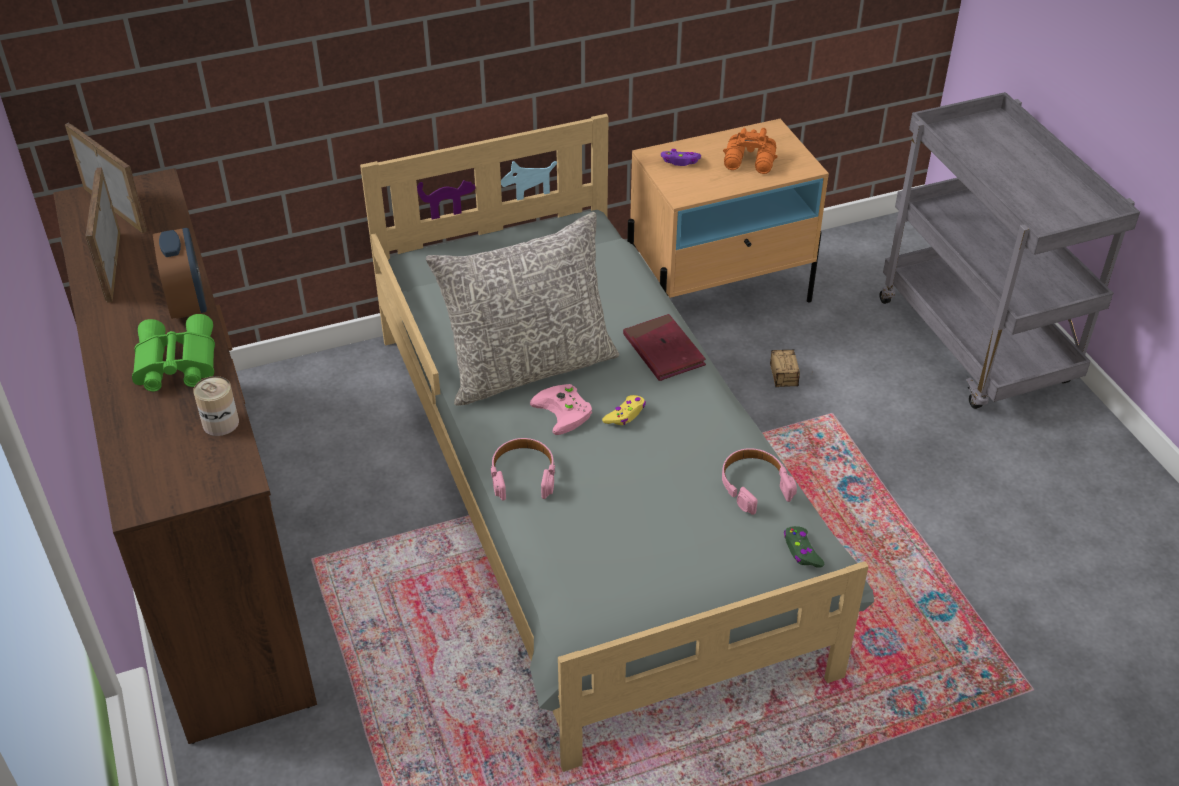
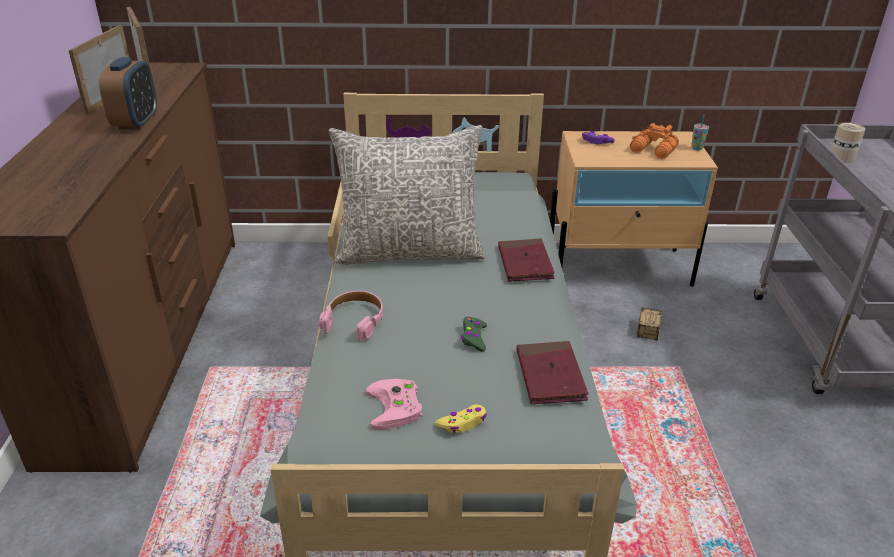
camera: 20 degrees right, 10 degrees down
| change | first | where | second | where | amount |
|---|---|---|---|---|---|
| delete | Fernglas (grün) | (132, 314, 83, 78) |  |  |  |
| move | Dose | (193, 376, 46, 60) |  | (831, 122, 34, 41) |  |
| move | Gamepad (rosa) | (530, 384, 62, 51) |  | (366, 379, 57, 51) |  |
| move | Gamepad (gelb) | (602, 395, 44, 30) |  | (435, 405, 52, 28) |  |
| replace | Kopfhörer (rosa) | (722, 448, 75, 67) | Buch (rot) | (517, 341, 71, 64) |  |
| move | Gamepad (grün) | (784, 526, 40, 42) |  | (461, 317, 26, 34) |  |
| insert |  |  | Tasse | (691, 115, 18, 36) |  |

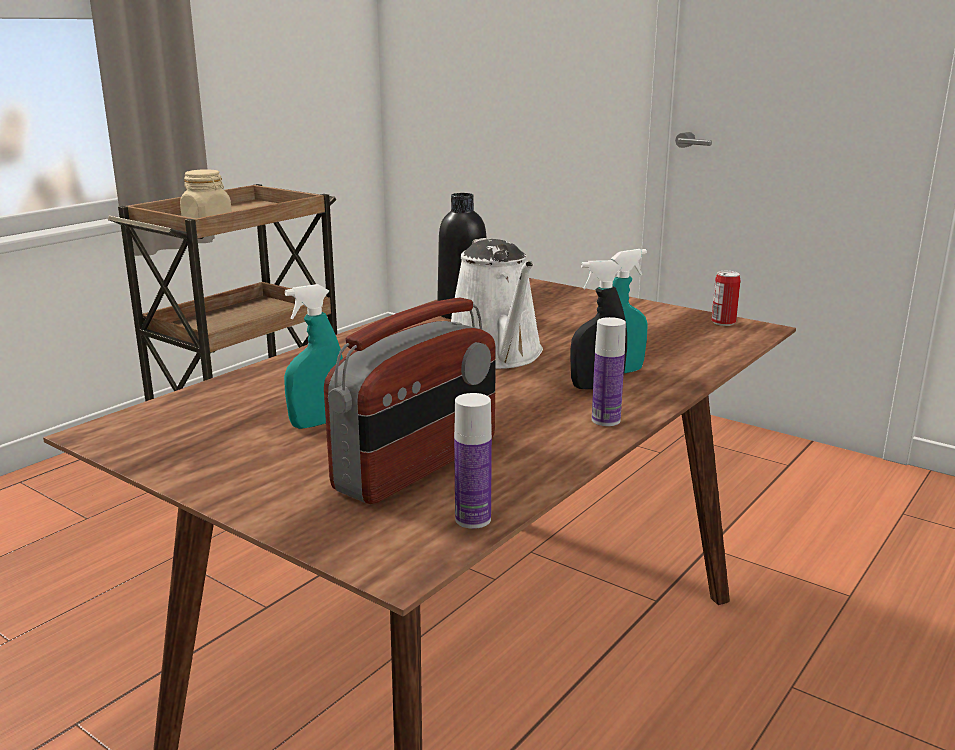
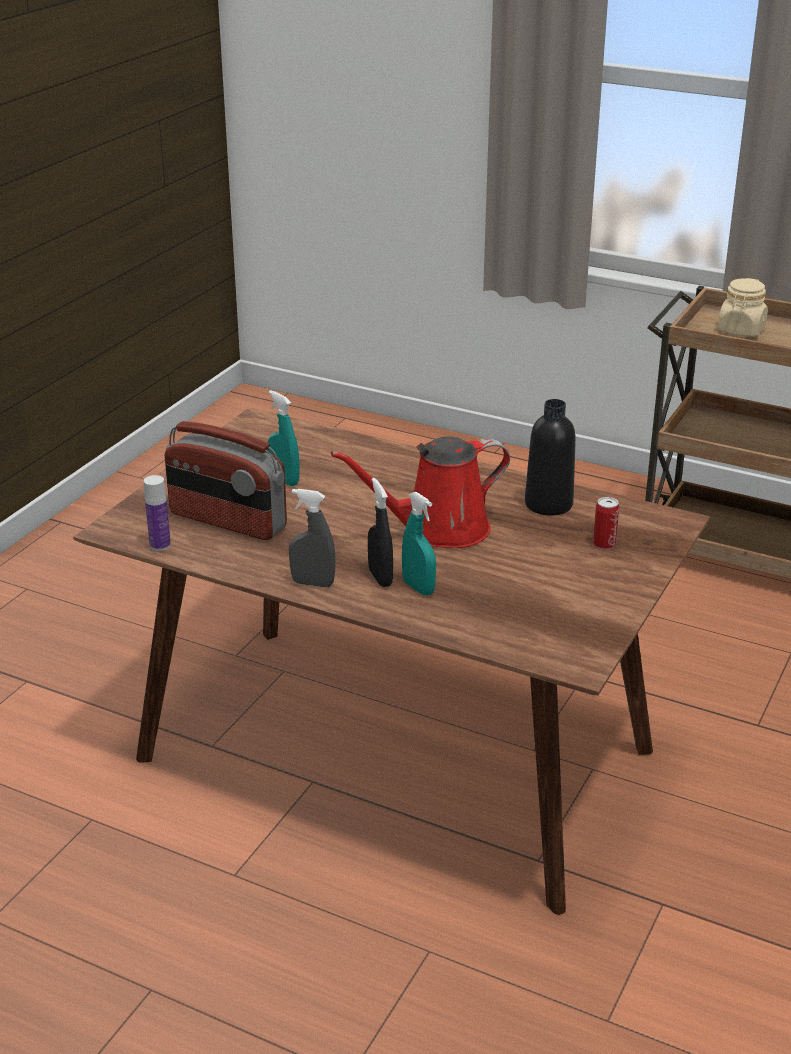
camera: 80 degrees right, 10 degrees up
| change | first | where | second | where | amount |
|---|---|---|---|---|---|
| recolor | Gießkanne (weiß) | (451, 238, 92, 131) | Gießkanne (rot) | (331, 436, 179, 112) |  |
| move | Dose | (711, 271, 29, 55) |  | (593, 497, 26, 53) |  |
| replace | Flasche | (592, 317, 34, 109) | Sprühflasche (grau) | (289, 489, 47, 98) |  |

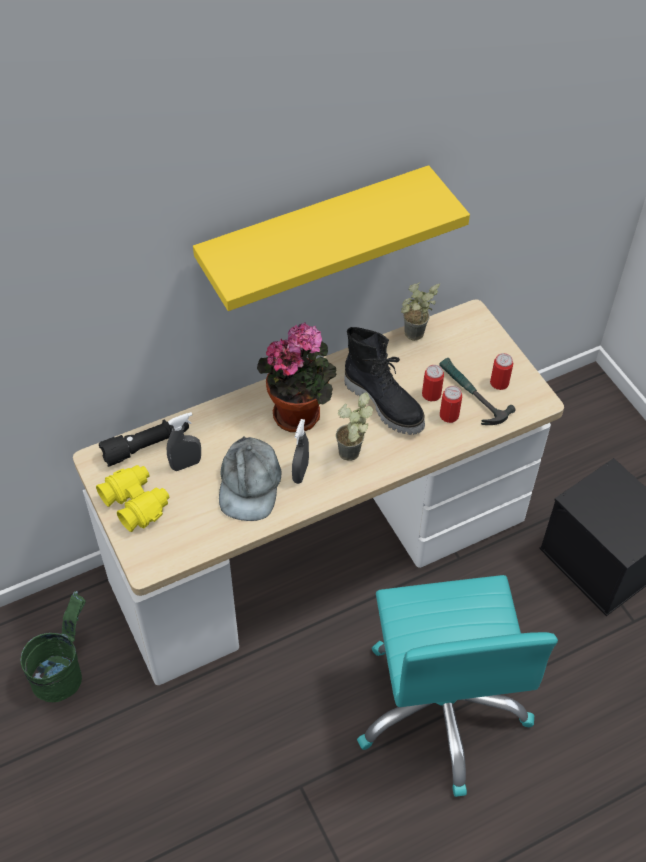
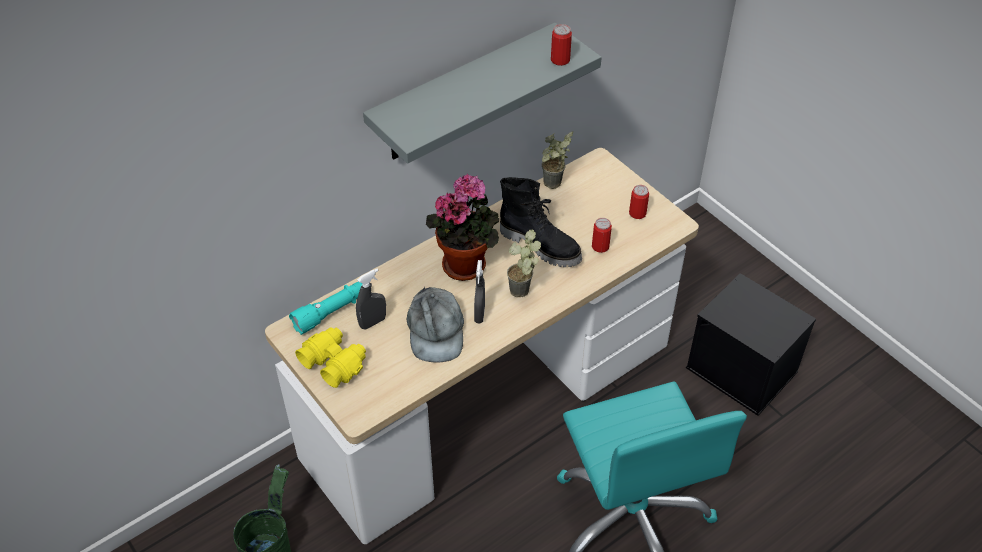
camera: 10 degrees left, 5 degrees down
| change | first | where | second | where | amount |
|---|---|---|---|---|---|
| recolor | Wandregal (gelb) | (193, 165, 277, 146) | Wandregal (grau) | (363, 23, 239, 141) |  |
| delete | Hammer | (439, 358, 77, 67) |  |  |  |
| move | Dose | (422, 365, 22, 36) |  | (551, 24, 21, 42) |  |
| recolor | Taschenlampe (schwarz) | (99, 419, 90, 48) | Taschenlampe (türkis) | (289, 282, 73, 53) |  |

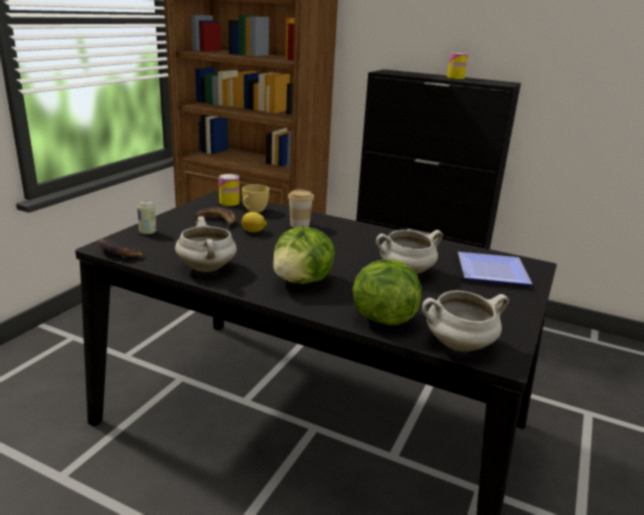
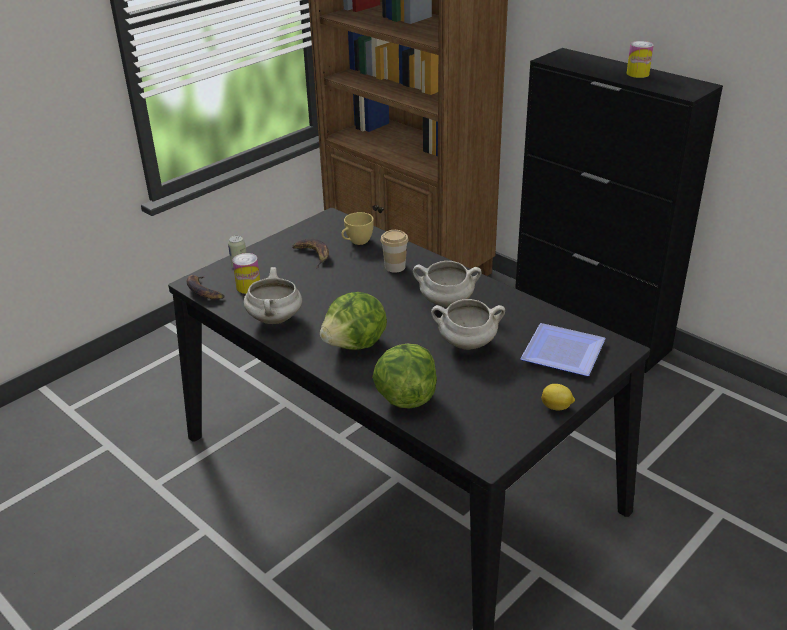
camera: 20 degrees right, 10 degrees up
| change | first | where | second | where | amount |
|---|---|---|---|---|---|
| move | Dose | (219, 174, 21, 32) |  | (232, 253, 28, 41) |  |
| move | Zitrone | (242, 212, 25, 20) |  | (541, 384, 34, 26) |  |
| move | Kochtopf (weiß) | (422, 290, 87, 62) |  | (413, 261, 69, 46) |  |

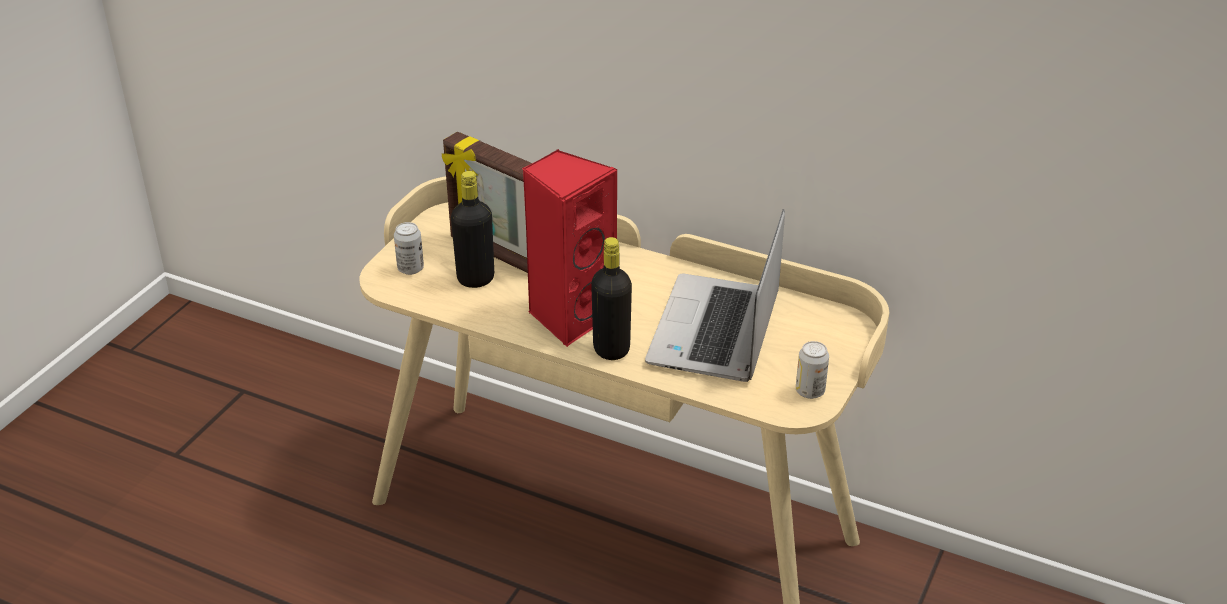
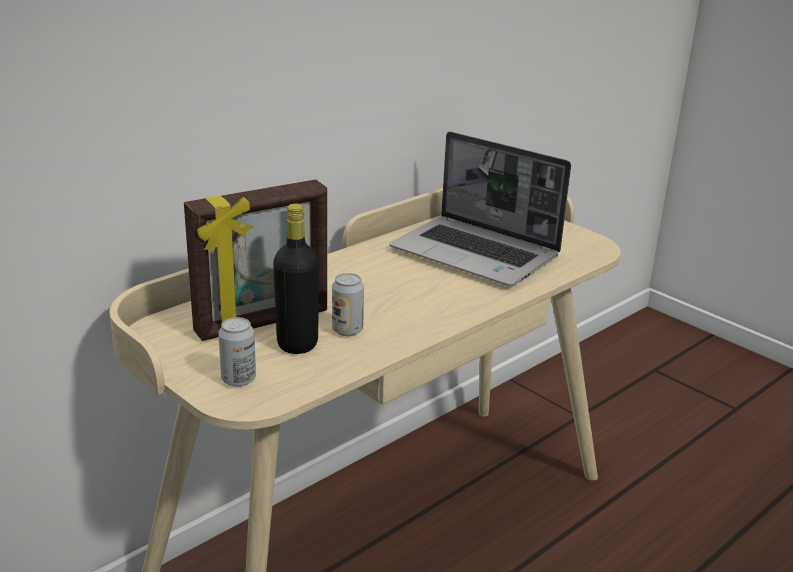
camera: 70 degrees left, 10 degrees down
| change | first | where | second | where | amount |
|---|---|---|---|---|---|
| delete | Lautsprecher (rot) | (522, 149, 96, 198) |  |  |  |
| delete | Flasche (schwarz) | (591, 237, 41, 123) |  |  |  |
| move | Dose | (796, 341, 33, 58) |  | (332, 273, 32, 63) |  |

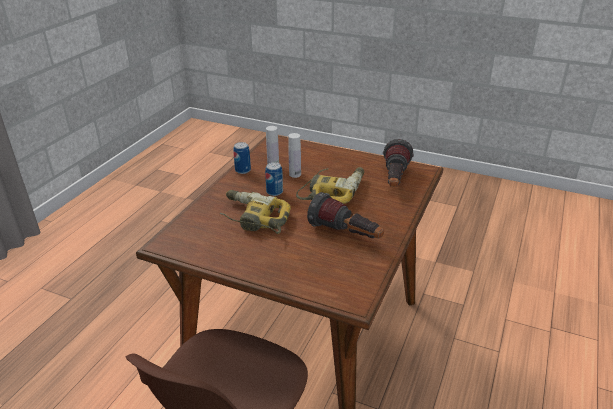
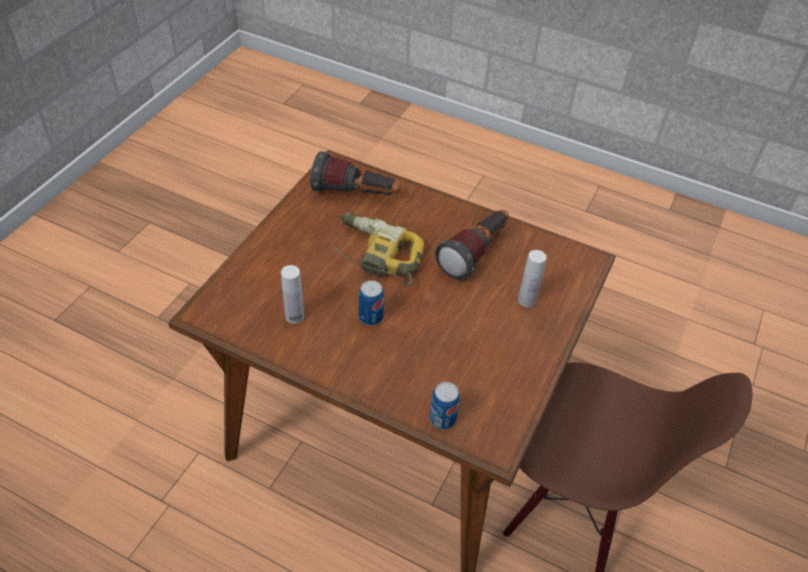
camera: 90 degrees left, 15 degrees up
| change | first | where | second | where | amount |
|---|---|---|---|---|---|
| move | Flasche (weiß) | (288, 133, 13, 45) |  | (518, 250, 29, 57) |  |
| move | Dose | (233, 142, 18, 32) |  | (429, 382, 31, 47) |  |
| delete | Bohrmaschine | (220, 190, 71, 44) |  |  |  |

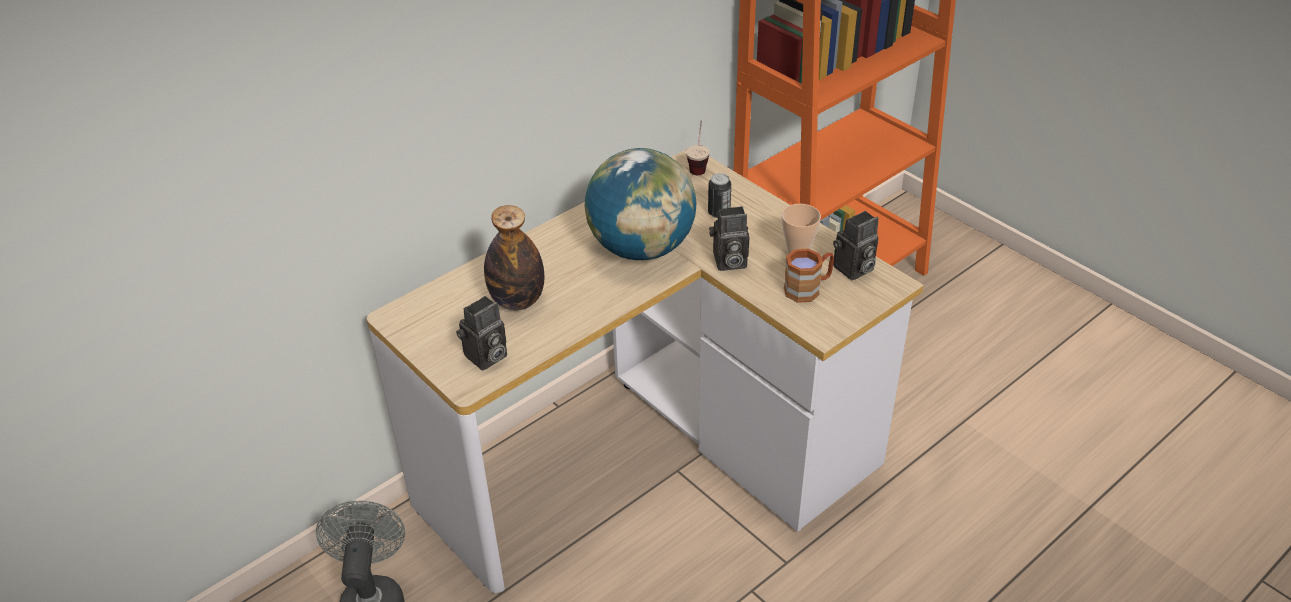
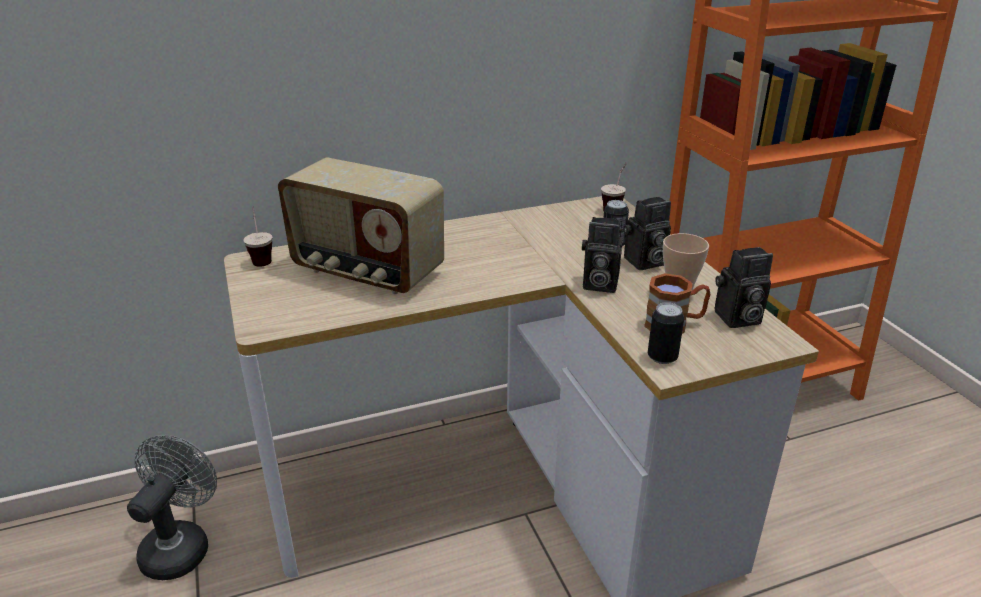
camera: 20 degrees right, 10 degrees down
| change | first | where | second | where | amount |
|---|---|---|---|---|---|
| delete | Globus | (584, 148, 112, 112) |  |  |  |
| replace | Flasche | (484, 205, 61, 105) | Radio | (278, 157, 166, 137) |  |
| move | Kamera | (456, 296, 51, 74) |  | (623, 197, 48, 73) |  |
| insert |  |  | Tasse | (243, 206, 29, 61) |  |
| insert |  |  | Dose | (648, 302, 36, 62) |  |

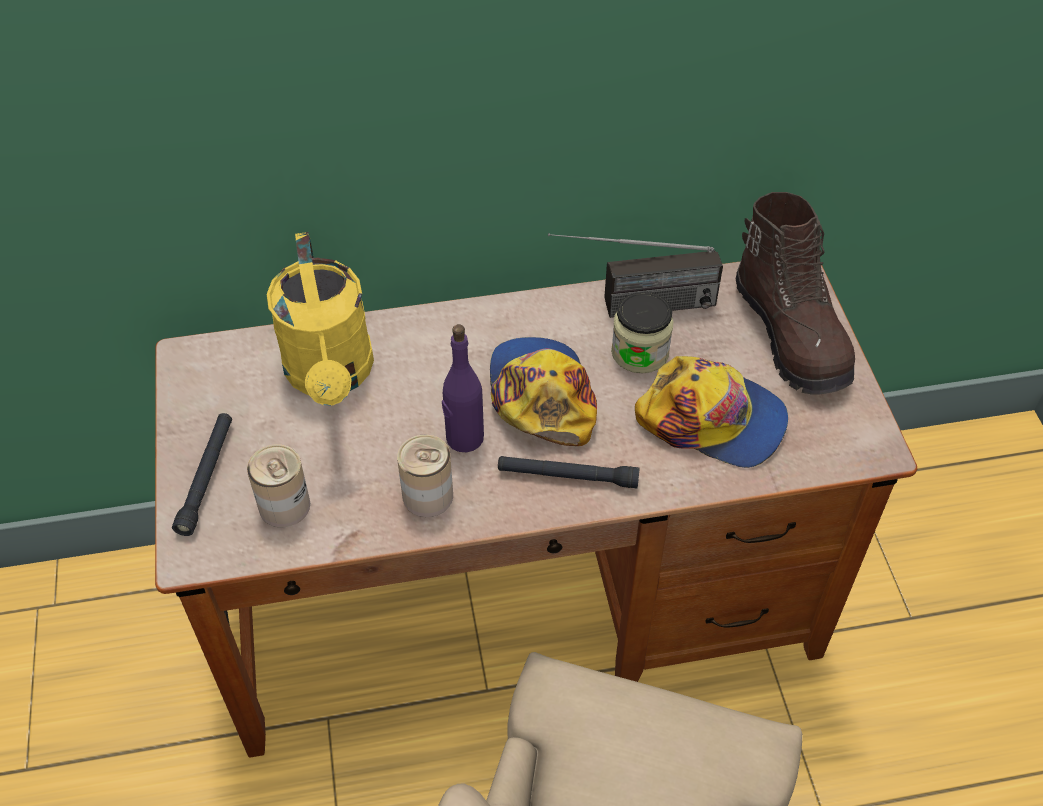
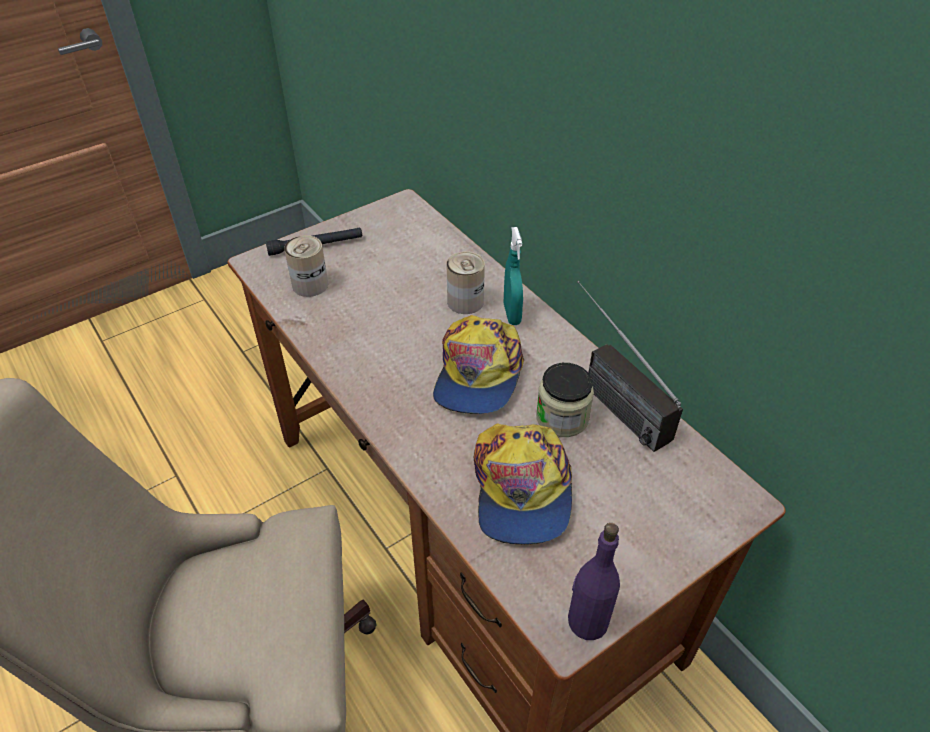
camera: 65 degrees right, 5 degrees down
| change | first | where | second | where | amount |
|---|---|---|---|---|---|
| delete | Stiefel (braun) | (736, 192, 119, 202) |  |  |  |
| delete | Gießkanne (gelb) | (267, 232, 107, 173) |  |  |  |
| move | Flasche (lila) | (442, 324, 42, 129) |  | (568, 523, 52, 117) |  |
| rotate | Kappe | (490, 337, 107, 109) |  | (433, 315, 91, 99) | 135 degrees clockwise |
| move | Dose | (397, 434, 56, 83) |  | (447, 252, 38, 62) |  |
| delete | Taschenlampe (schwarz) | (498, 456, 142, 32) |  |  |  |
| insert |  |  | Sprühflasche (türkis) | (504, 227, 19, 98) |  |

